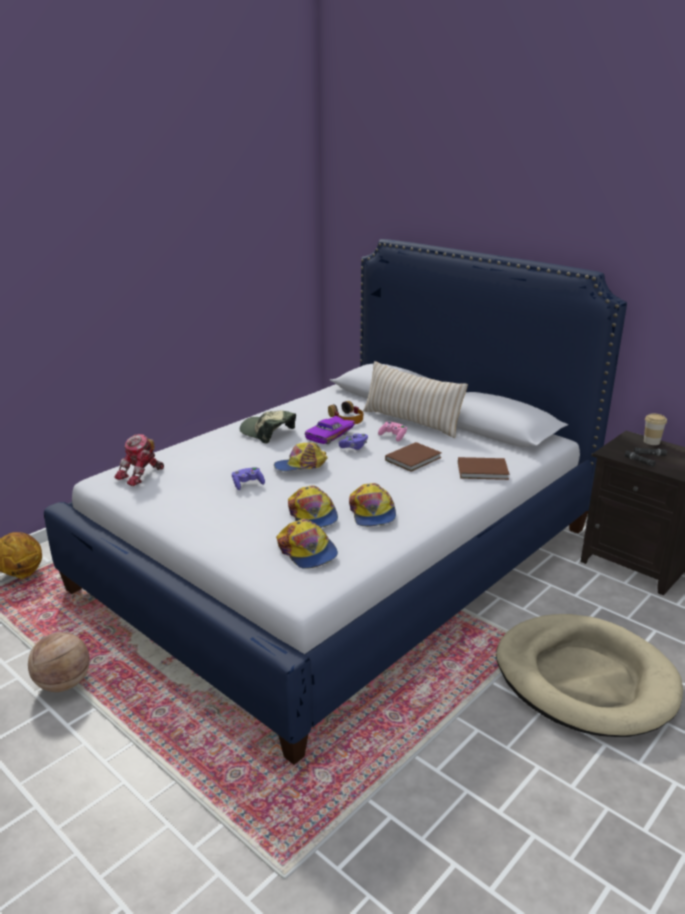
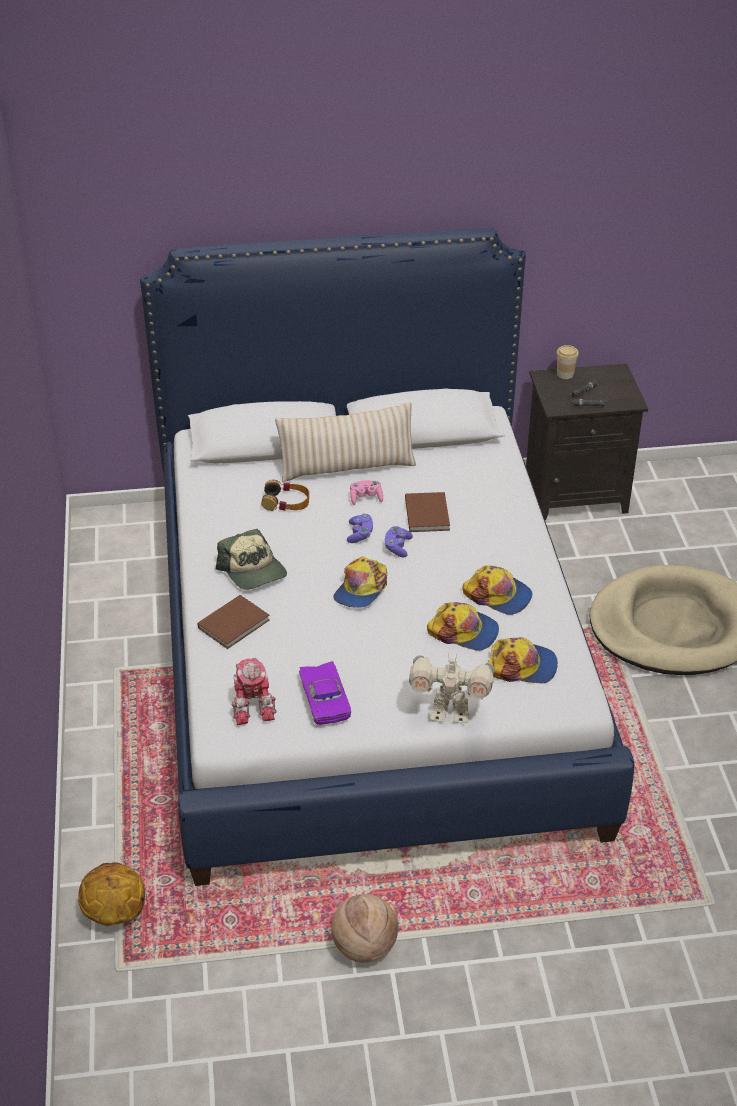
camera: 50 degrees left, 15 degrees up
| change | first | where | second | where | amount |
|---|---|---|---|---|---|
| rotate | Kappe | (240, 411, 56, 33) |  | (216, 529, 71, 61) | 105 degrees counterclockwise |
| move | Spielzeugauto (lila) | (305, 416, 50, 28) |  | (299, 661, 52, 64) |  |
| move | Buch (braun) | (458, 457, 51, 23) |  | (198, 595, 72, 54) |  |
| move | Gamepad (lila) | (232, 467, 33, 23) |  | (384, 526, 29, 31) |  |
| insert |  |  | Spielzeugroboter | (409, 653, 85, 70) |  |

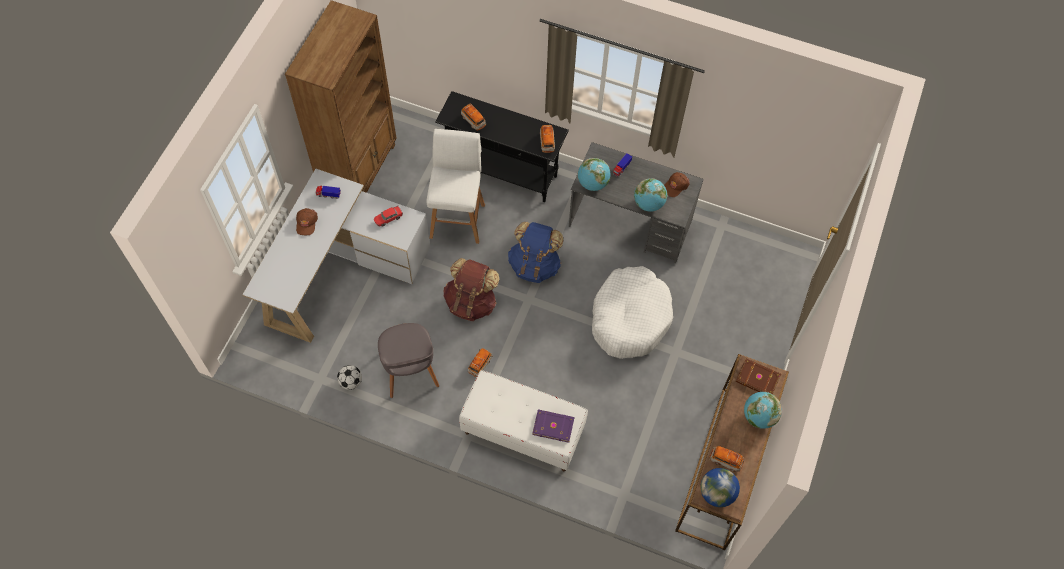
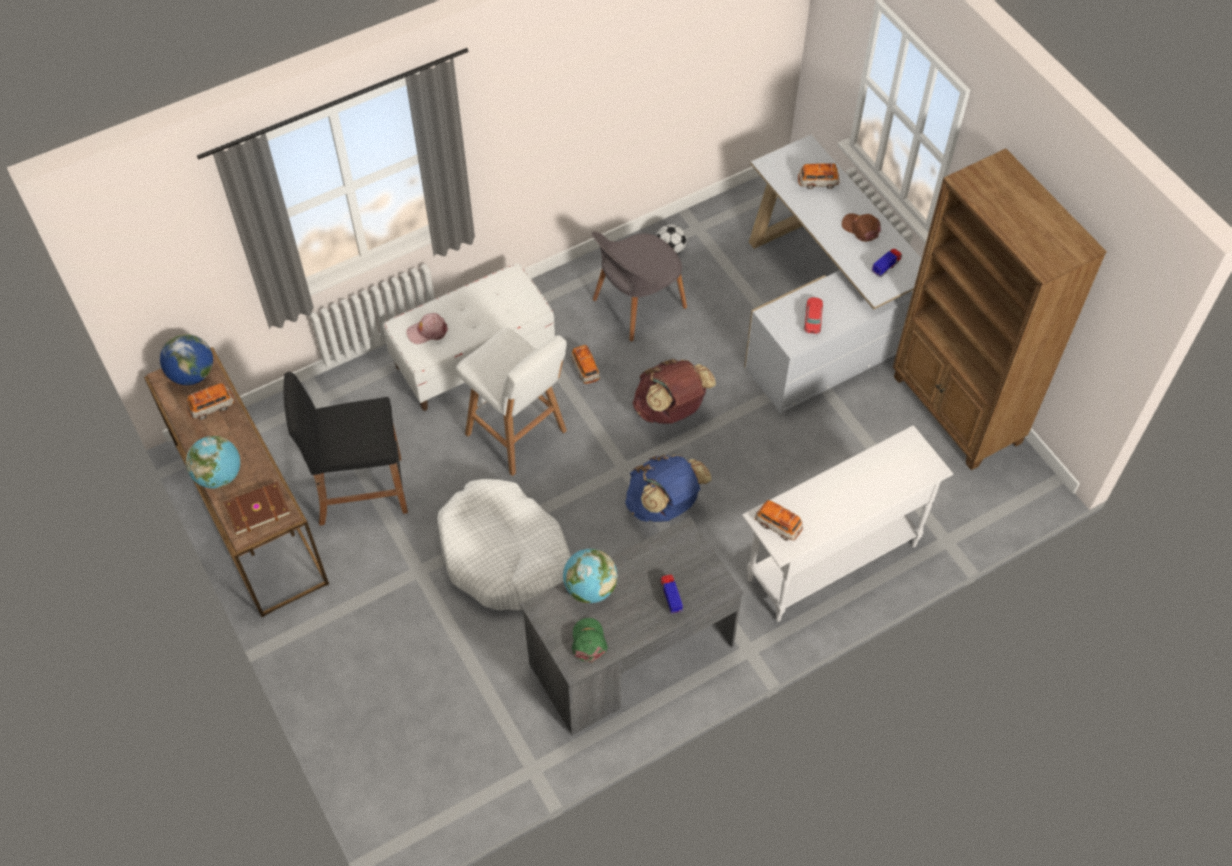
camera: 130 degrees right, 5 degrees down
| change | first | where | second | where | amount |
|---|---|---|---|---|---|
| recolor | Konsolentisch (schwarz) | (435, 91, 134, 111) | Konsolentisch (weiß) | (742, 425, 211, 197) |  |
| move | Spielzeugauto | (461, 104, 25, 27) |  | (798, 163, 41, 26) |  |
| move | Hocker (weiß) | (426, 129, 59, 115) |  | (456, 327, 111, 149) |  |
| delete | Globus | (578, 158, 32, 33) |  |  |  |
| recolor | Kappe (braun) | (664, 172, 26, 25) | Kappe (grün) | (572, 618, 36, 45) |  |
| rotate | Stuhl (grau) | (378, 323, 61, 75) |  | (592, 231, 95, 111) | 60 degrees counterclockwise |
| replace | Buch (lila) | (532, 409, 43, 34) | Kappe (rosa) | (406, 313, 42, 31) |  |
| insert |  |  | Hocker (schwarz) | (284, 372, 124, 154) |  |

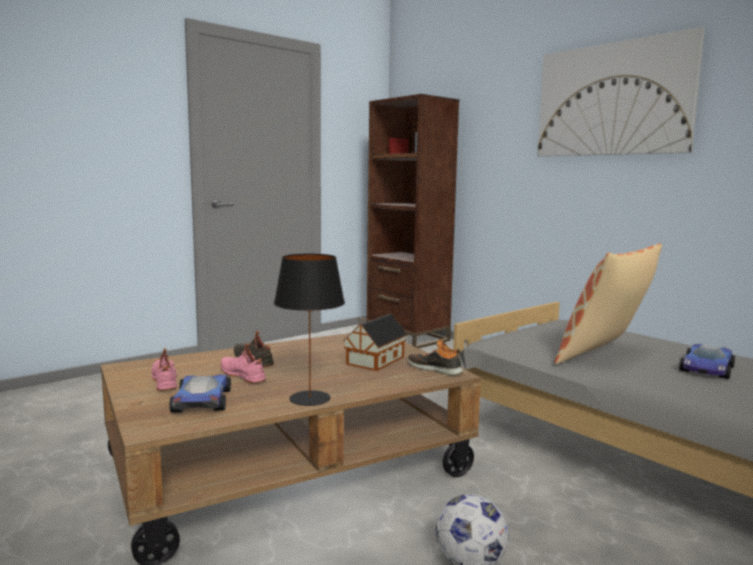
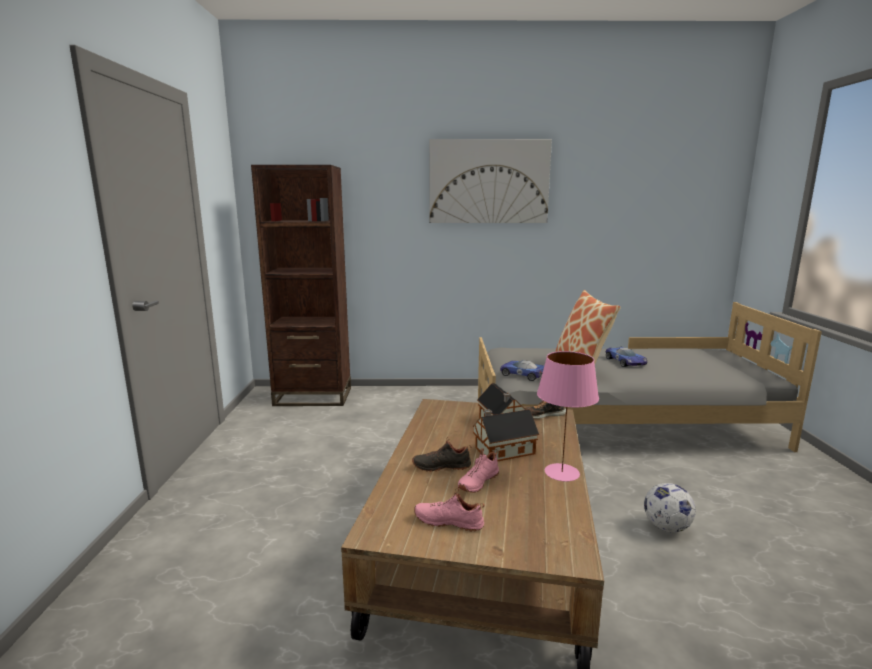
camera: 50 degrees left, 5 degrees up
| change | first | where | second | where | amount |
|---|---|---|---|---|---|
| recolor | Tischlampe (schwarz) | (274, 254, 71, 152) | Tischlampe (rosa) | (537, 351, 62, 131) |  |
| rotate | Schuh (rosa) | (221, 343, 45, 41) |  | (458, 448, 41, 45) | 45 degrees counterclockwise |
| move | Spielzeugauto | (170, 374, 61, 39) |  | (500, 360, 45, 21) |  |
| insert |  |  | Spielzeughaus | (473, 409, 66, 53) |  |

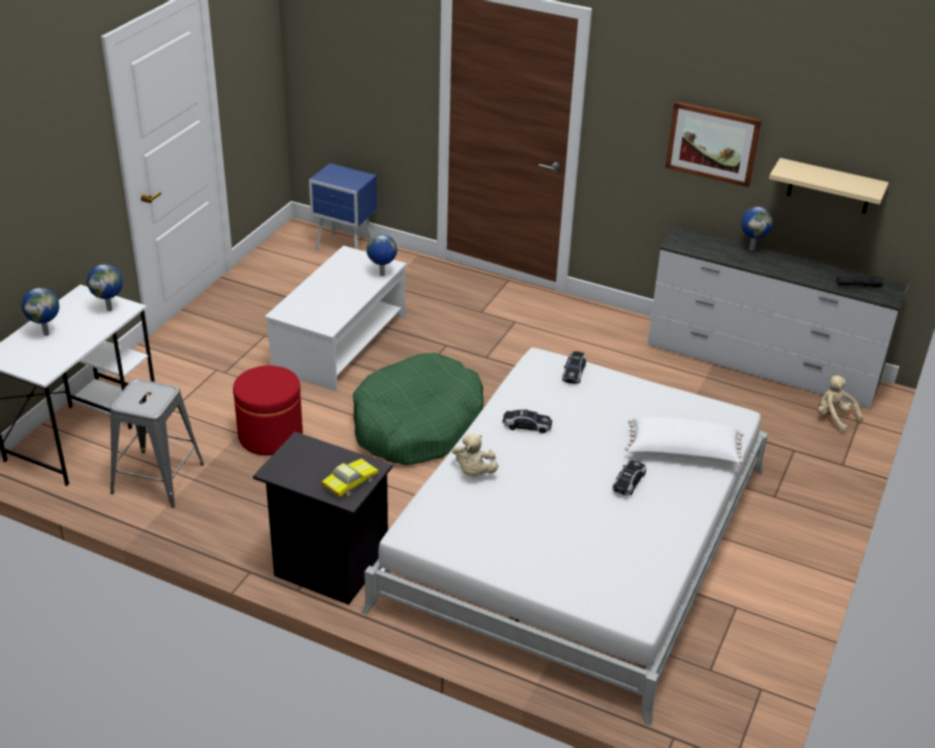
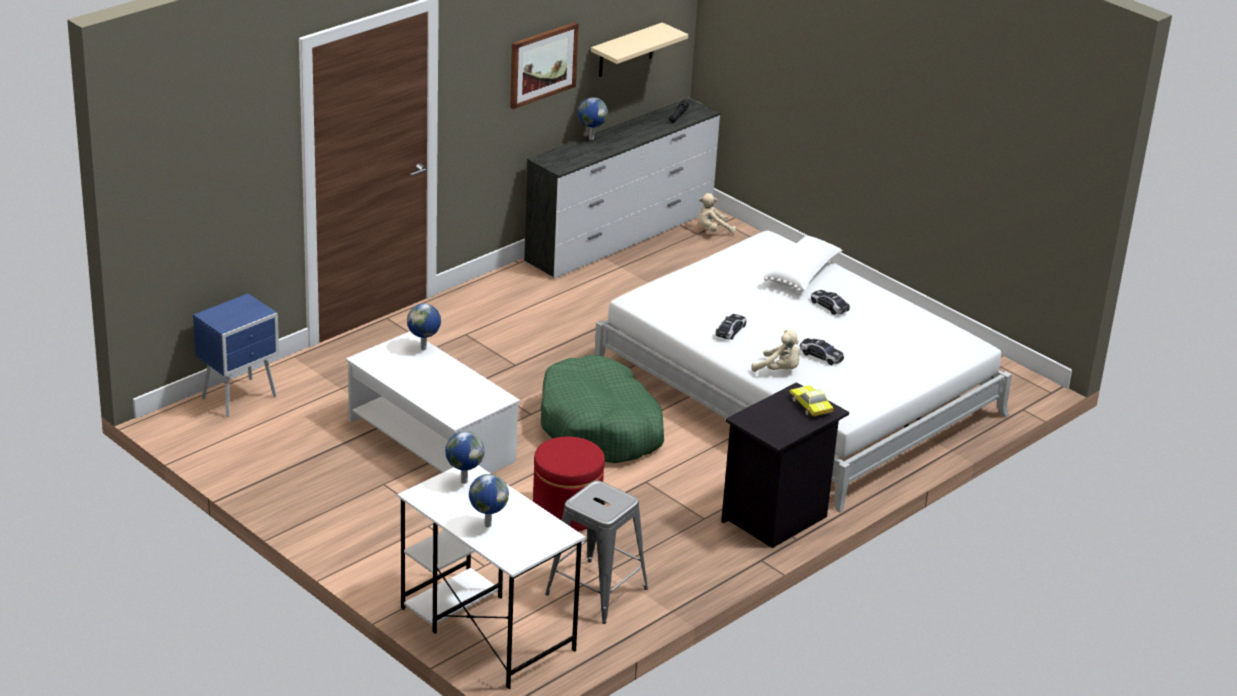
camera: 70 degrees left, 5 degrees down
| change | first | where | second | where | amount |
|---|---|---|---|---|---|
| move | Spielzeugauto | (562, 351, 24, 33) |  | (800, 338, 44, 27) |  |

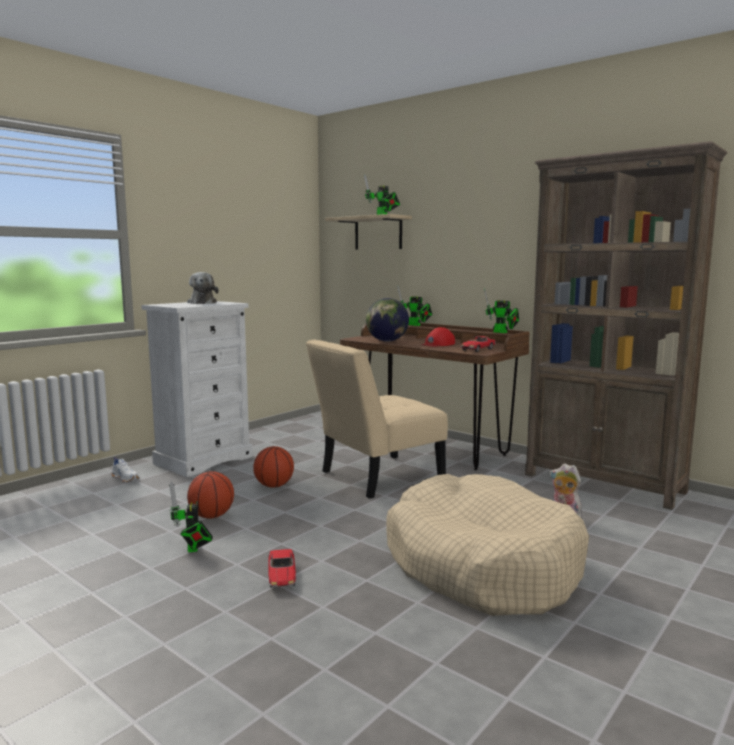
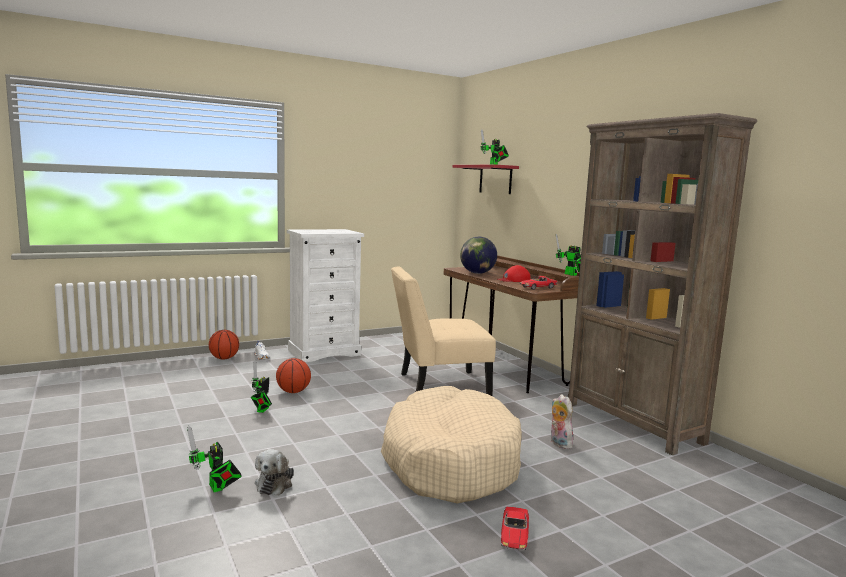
camera: 20 degrees right, 0 degrees up
| change | first | where | second | where | amount |
|---|---|---|---|---|---|
| recolor | Wandregal (beige) | (325, 214, 87, 36) | Wandregal (rot) | (452, 164, 67, 30) |  |
| move | Plüschtier | (187, 272, 32, 32) |  | (255, 449, 39, 46) |  |
| move | Spielzeugroboter | (397, 285, 35, 41) |  | (187, 426, 55, 66) |  |
| move | Basketball | (253, 446, 41, 42) |  | (209, 330, 30, 29) |  |
| move | Spielzeugauto | (268, 549, 28, 39) |  | (501, 507, 28, 43) |  |

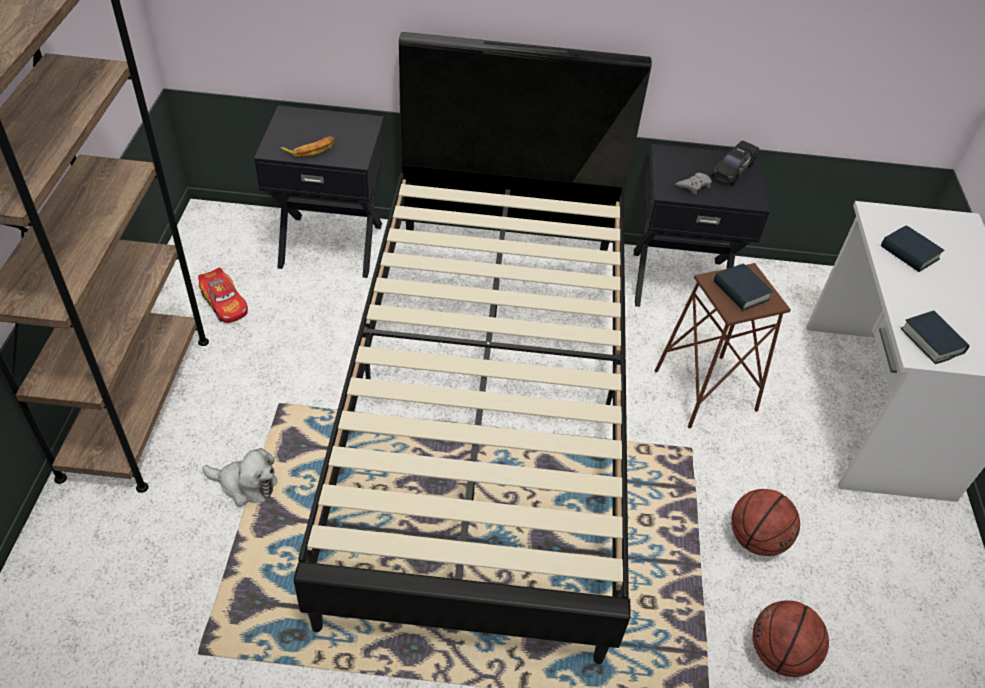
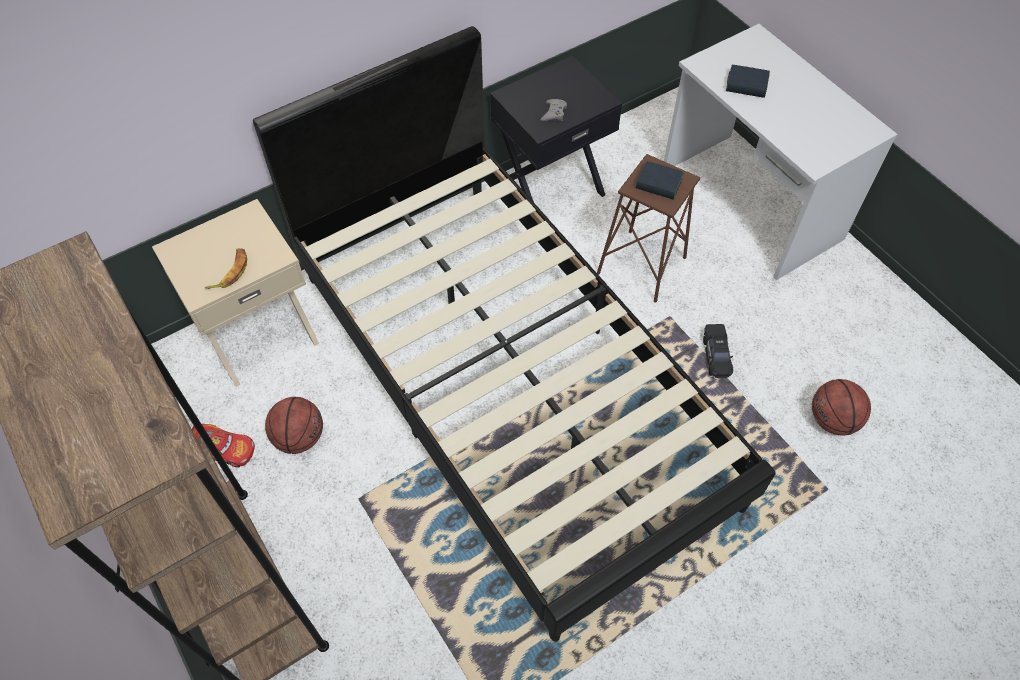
camera: 35 degrees left, 10 degrees up
| change | first | where | second | where | amount |
|---|---|---|---|---|---|
| recolor | Nachttisch (schwarz) | (254, 105, 131, 173) | Nachttisch (beige) | (152, 199, 167, 188) |  |
| move | Spielzeugauto (schwarz) | (712, 141, 47, 45) |  | (703, 324, 30, 54) |  |
| delete | Buch | (901, 311, 69, 53) |  |  |  |
| delete | Plüschtier | (202, 448, 75, 59) |  |  |  |
| move | Basketball | (731, 489, 69, 67) |  | (265, 397, 58, 57) |  |

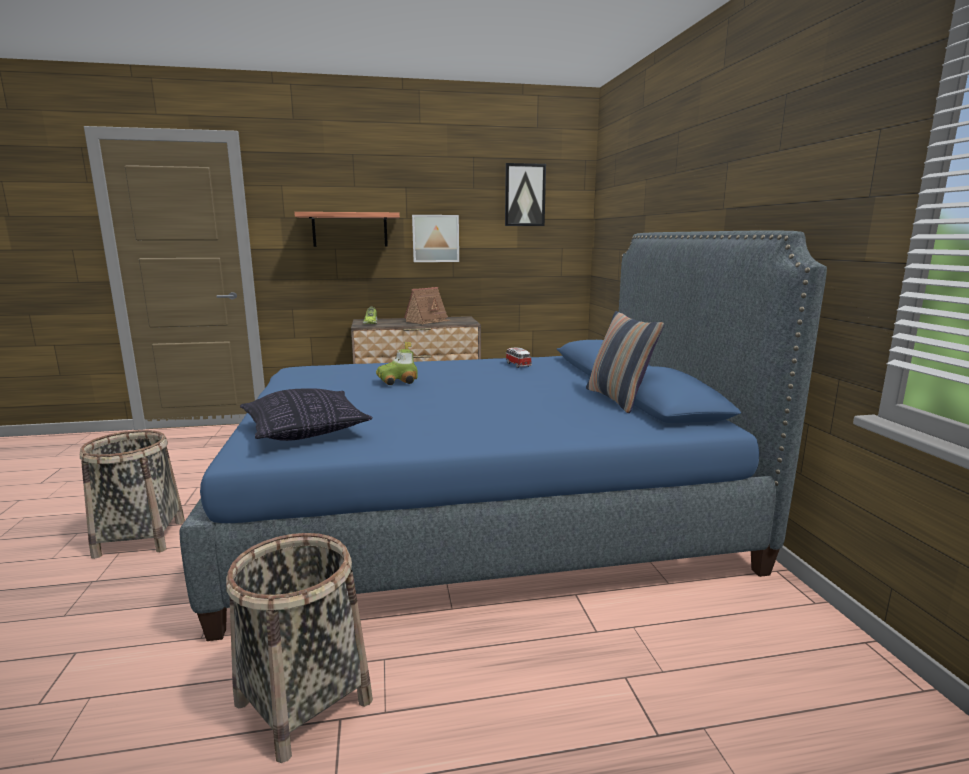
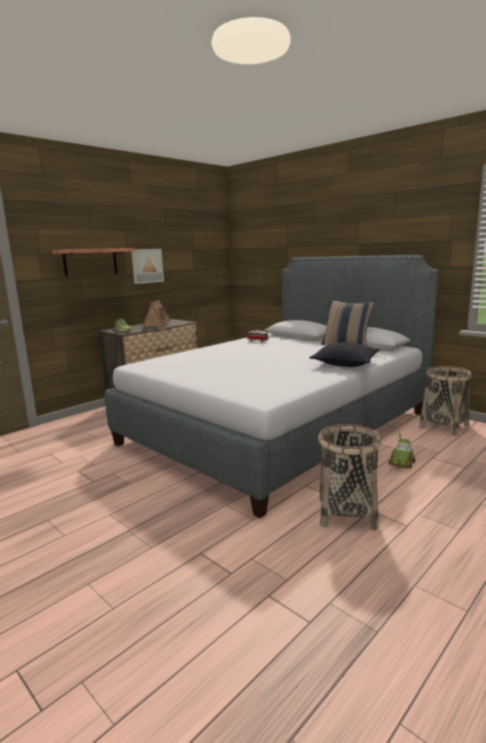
camera: 35 degrees left, 0 degrees up
| change | first | where | second | where | amount |
|---|---|---|---|---|---|
| delete | Bild | (505, 163, 41, 63) |  |  |  |
| recolor | Bett (blau) | (179, 231, 648, 410) | Bett (grau) | (105, 255, 334, 263) |  |
| move | Spielzeugauto | (376, 342, 42, 43) |  | (389, 433, 26, 36) |  |
| move | Kissen | (240, 388, 133, 53) |  | (310, 342, 70, 25) |  |
| move | Korb | (80, 430, 105, 129) |  | (419, 366, 53, 70) |  |

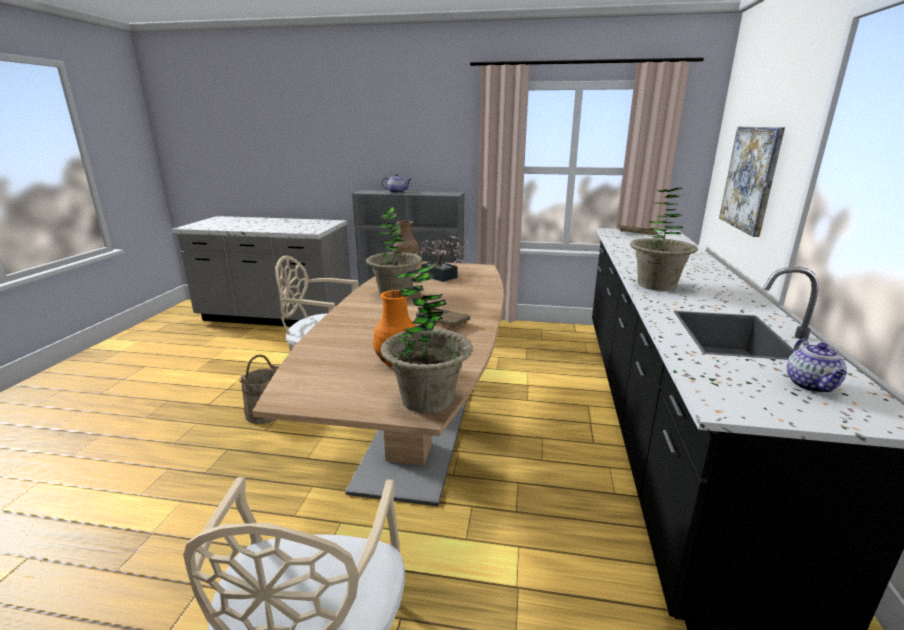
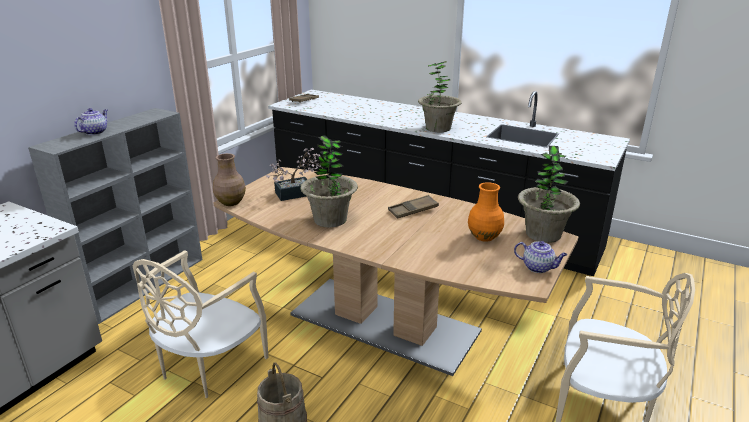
camera: 70 degrees left, 5 degrees up
| change | first | where | second | where | amount |
|---|---|---|---|---|---|
| delete | Bild | (719, 127, 66, 110) |  |  |  |
| move | Teekanne | (787, 339, 60, 54) |  | (514, 241, 53, 32) |  |

